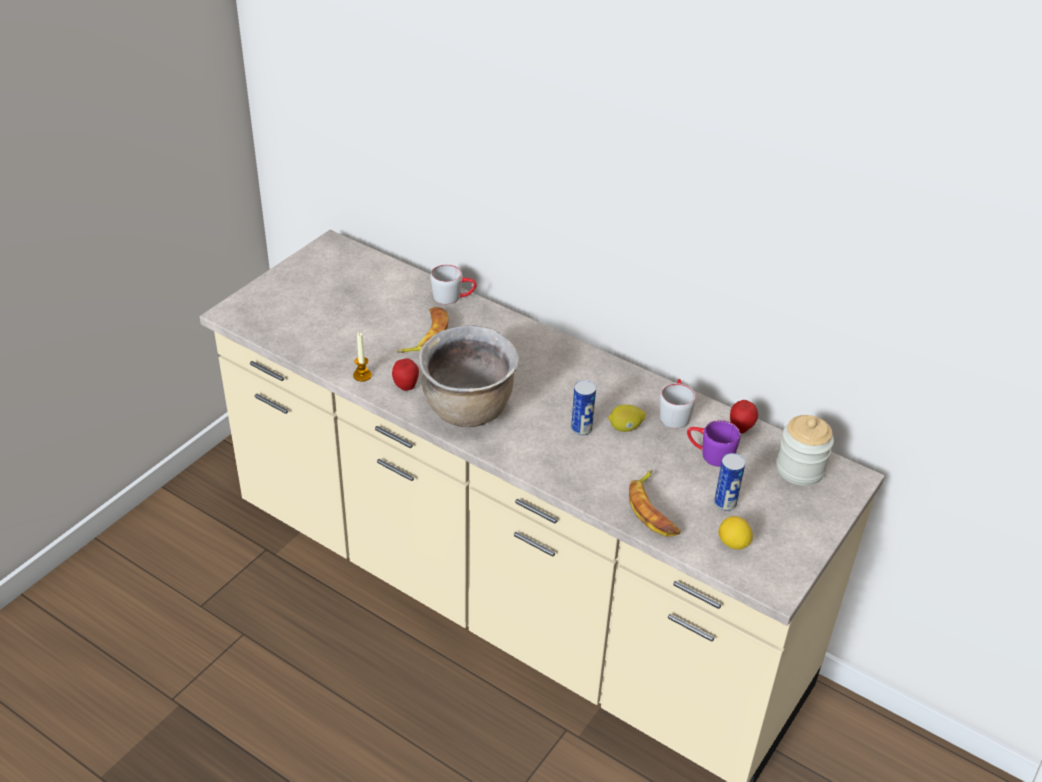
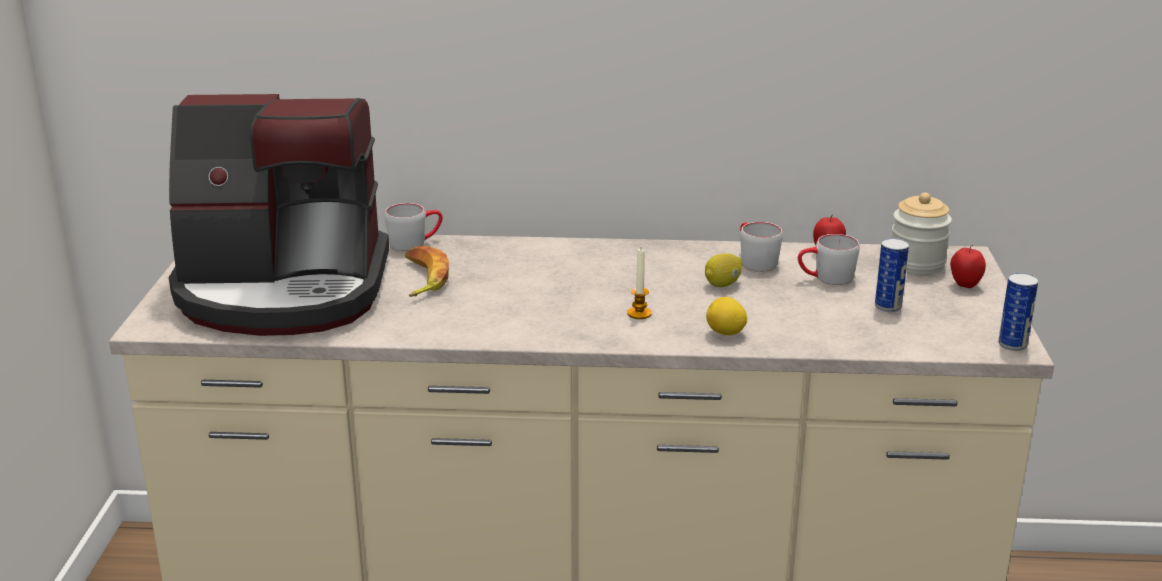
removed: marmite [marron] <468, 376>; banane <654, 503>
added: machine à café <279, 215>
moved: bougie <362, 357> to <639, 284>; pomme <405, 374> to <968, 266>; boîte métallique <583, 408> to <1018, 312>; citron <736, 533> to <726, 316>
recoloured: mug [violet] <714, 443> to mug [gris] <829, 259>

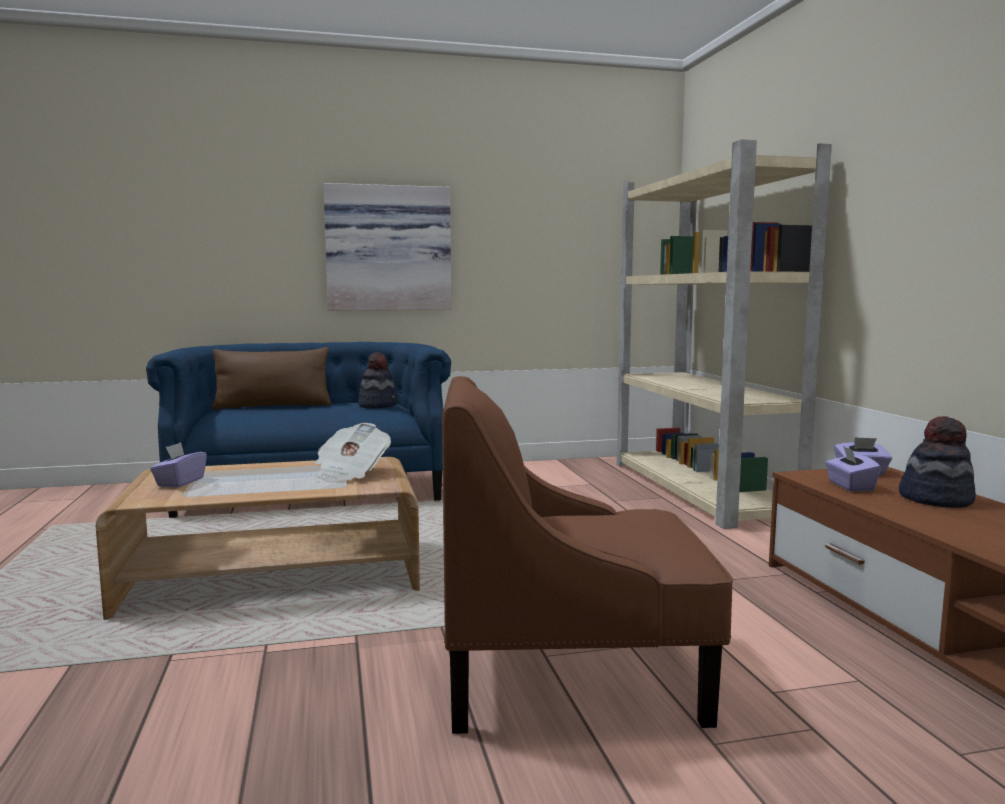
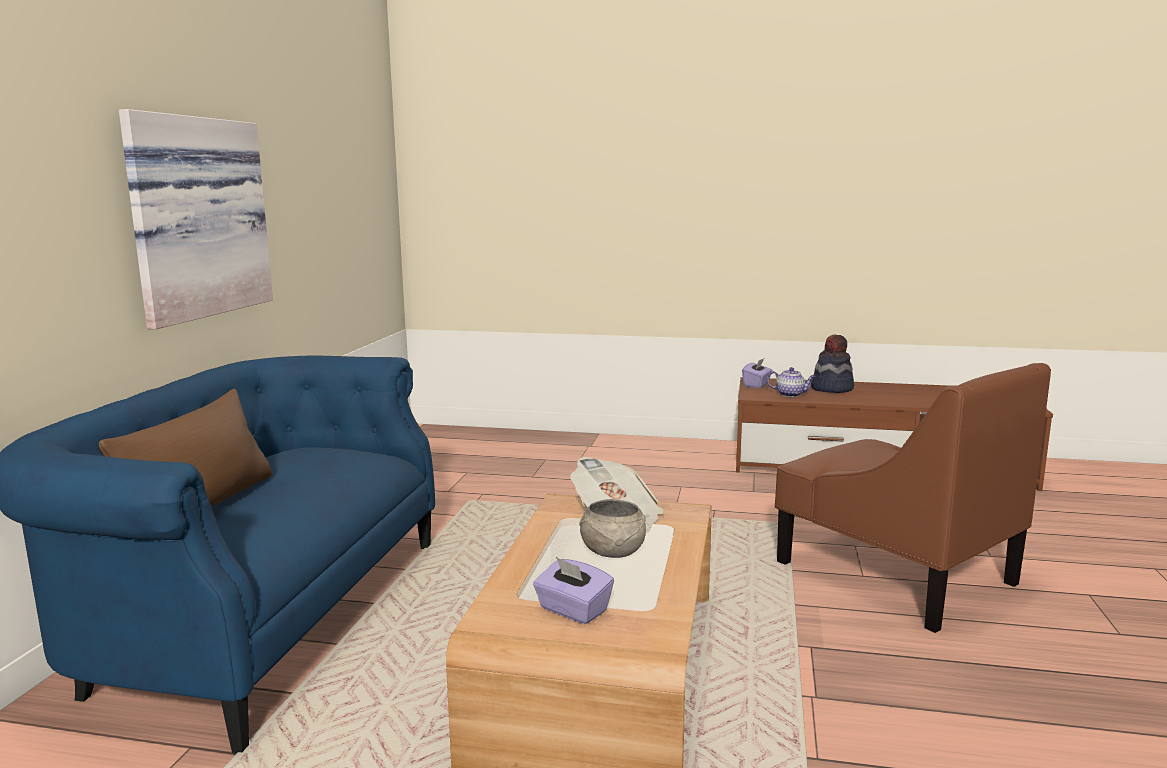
removed: chapeau <377, 380>; bibliothèque [beige] <724, 334>
added: bol [gris] <612, 528>
replaced: boîte à mouchoirs [violet] <853, 468> to théière <791, 382>
turned: fauteuil [marron] <587, 555> = <913, 498> 60 degrees counterclockwise

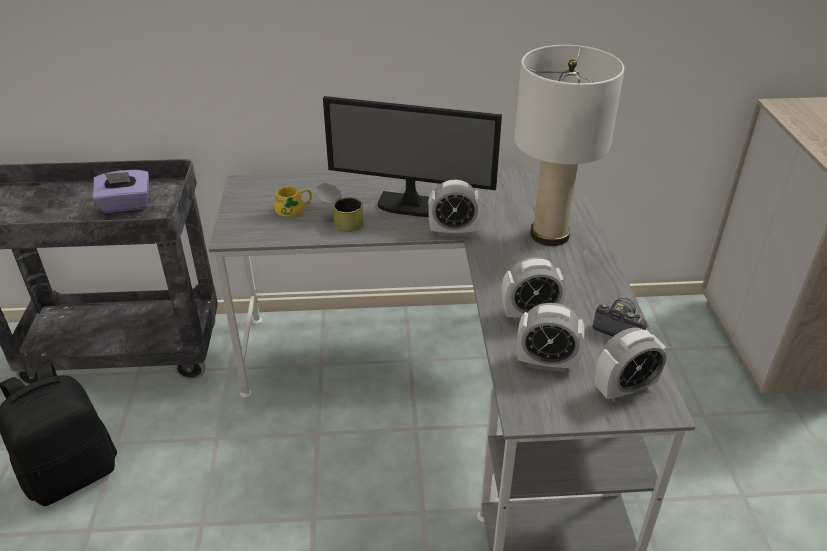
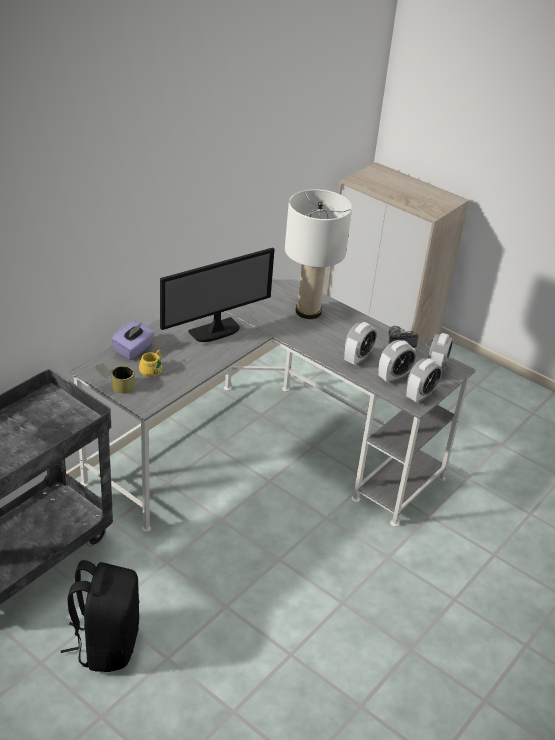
moved: boîte à mouchoirs [violet] <121, 191> to <133, 340>; boîte métallique <340, 207> to <115, 379>; réveil <454, 207> to <424, 380>

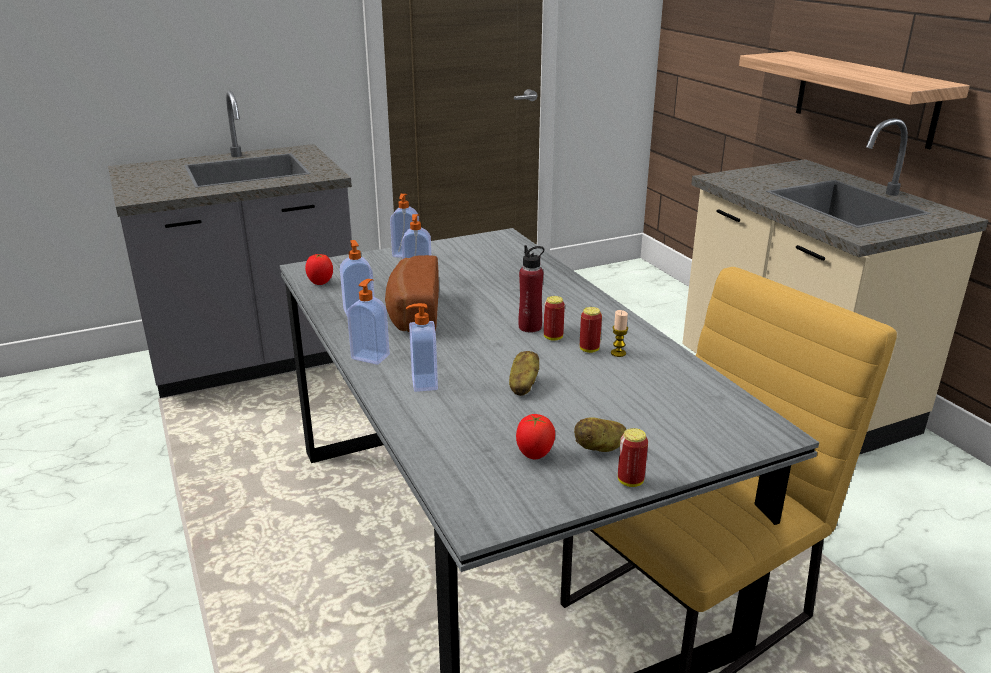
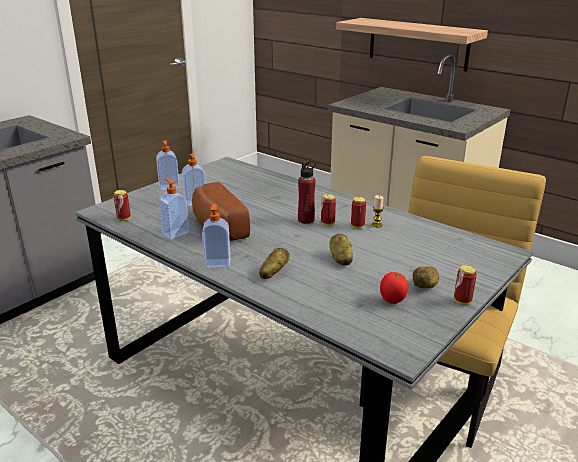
replaced: tomate <319, 269> to boîte métallique <122, 205>; distributeur de savon <422, 347> to pomme de terre <274, 263>

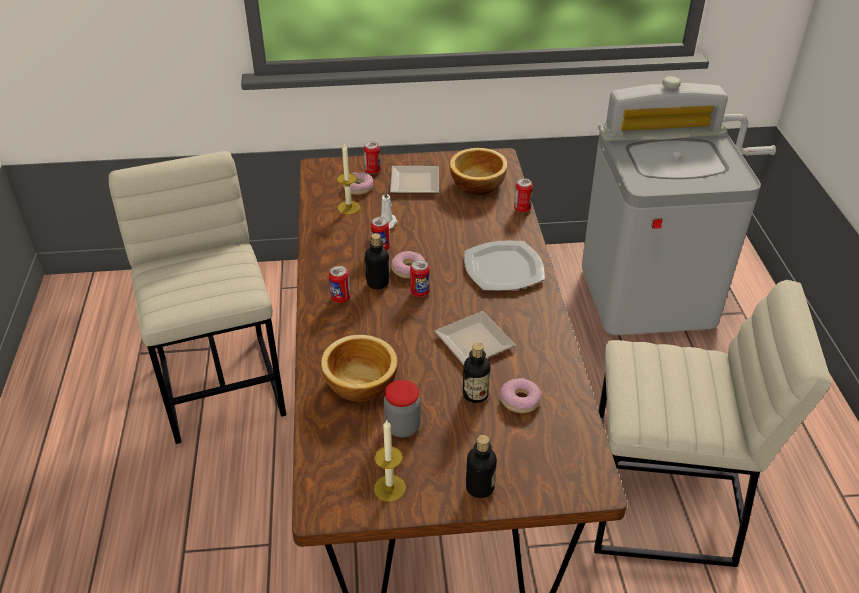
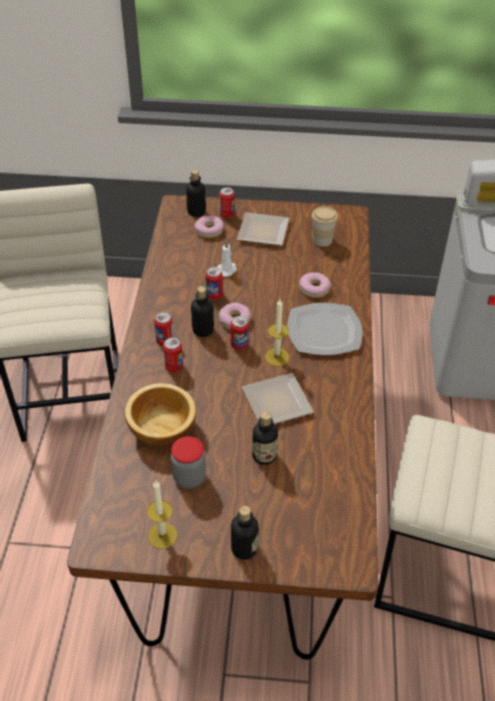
added: bouteille <196, 193>
moved: bougie <348, 179> to <277, 333>; beignet <521, 395> to <315, 285>; boîte métallique <523, 195> to <173, 354>
replaced: bol <479, 171> to tasse <324, 226>

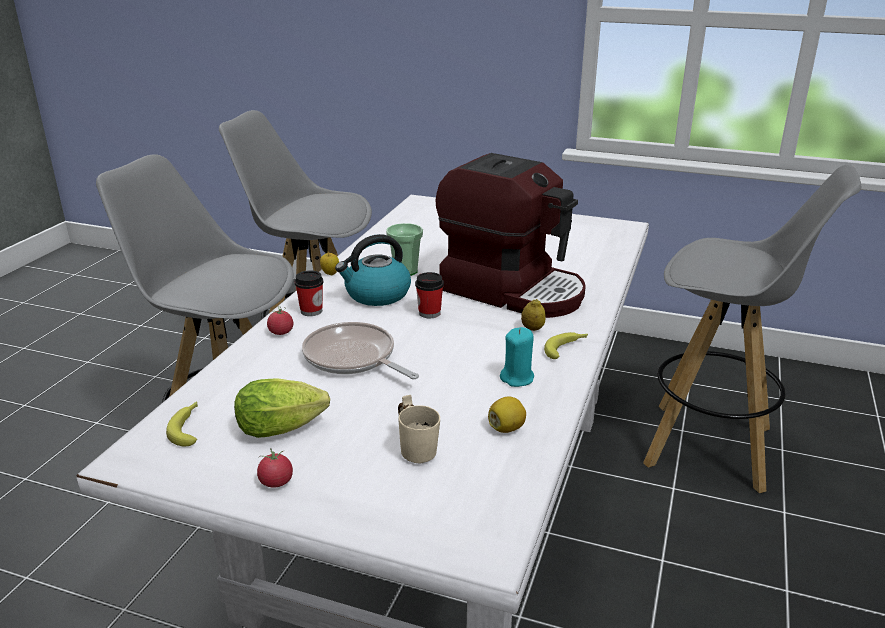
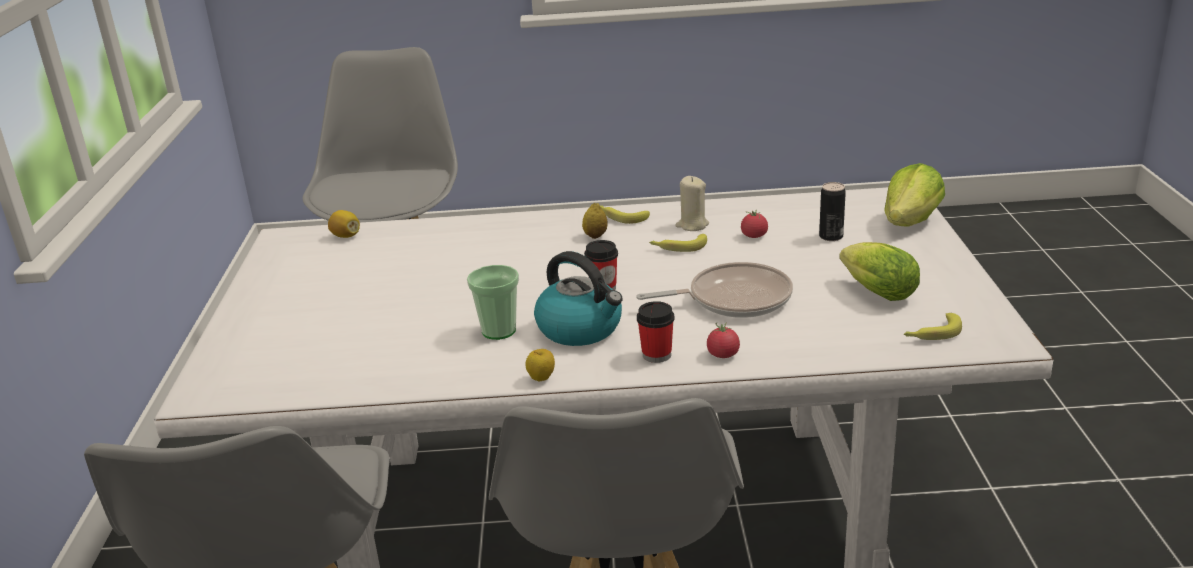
removed: machine à café <510, 235>
added: banane <678, 243>; laitue <914, 195>
moved: tomate <275, 467> to <754, 223>; citron <507, 414> to <344, 224>
replaced: mug [beige] <419, 429> to boîte métallique <832, 211>
recoloured: bougie [turquoise] <517, 357> to bougie [beige] <692, 203>
turned: poêle <360, 350> = <714, 290> 120 degrees counterclockwise

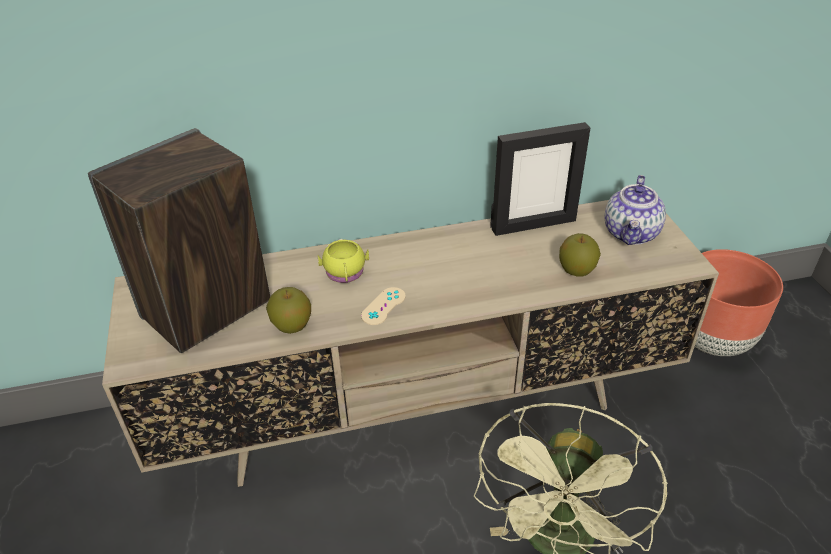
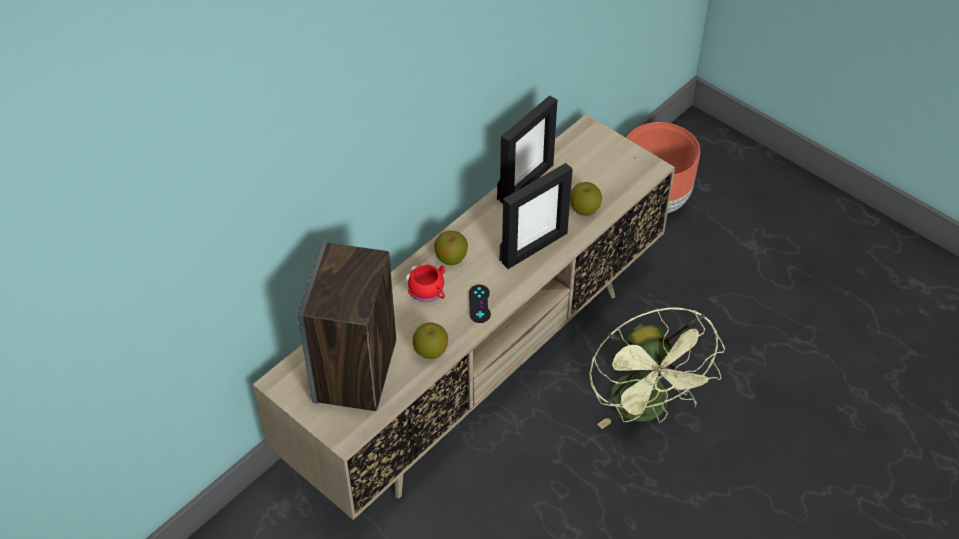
removed: théière <635, 210>
added: pomme <451, 248>; cadre photo <536, 216>
recoloured: mug [jaune] <343, 261> to mug [rouge] <425, 283>; manette [beige] <383, 306> to manette [noir] <480, 304>

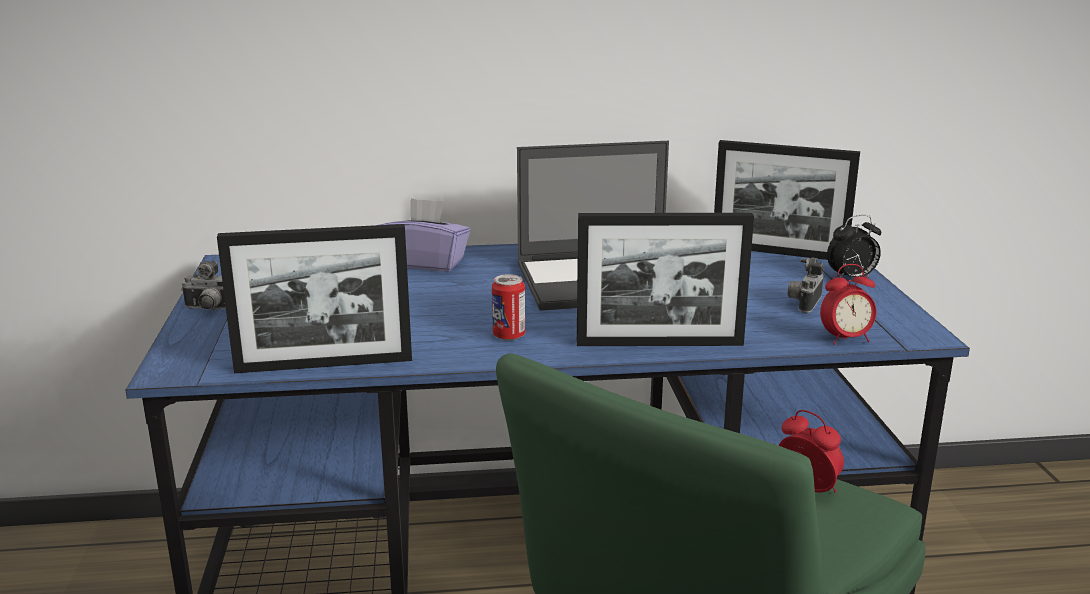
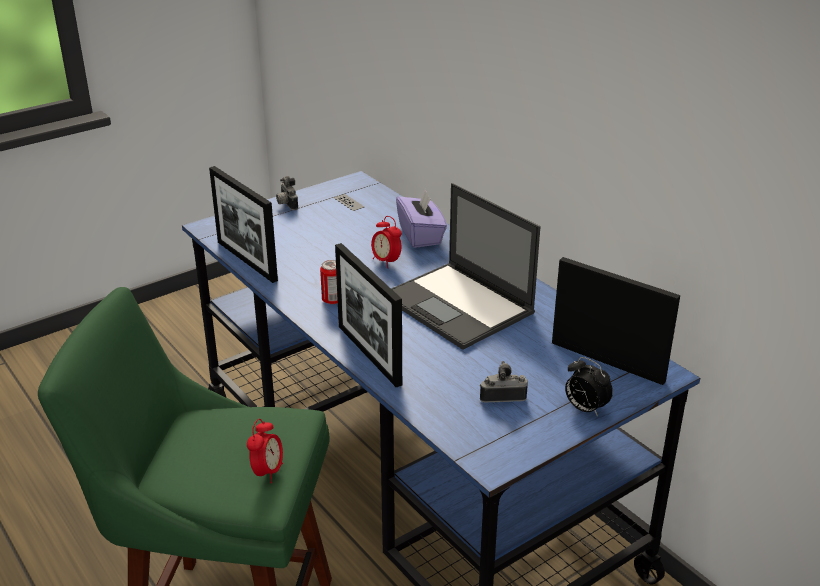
moved: réveil <848, 304> to <386, 242>
turned: cadre photo <787, 200> = <616, 321> 135 degrees clockwise

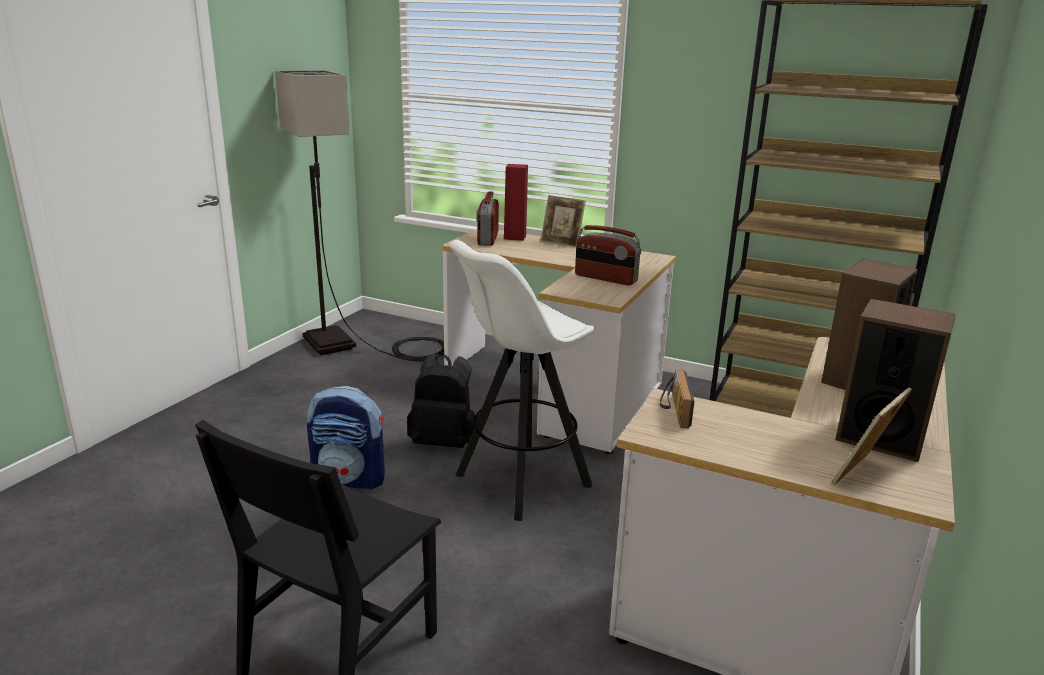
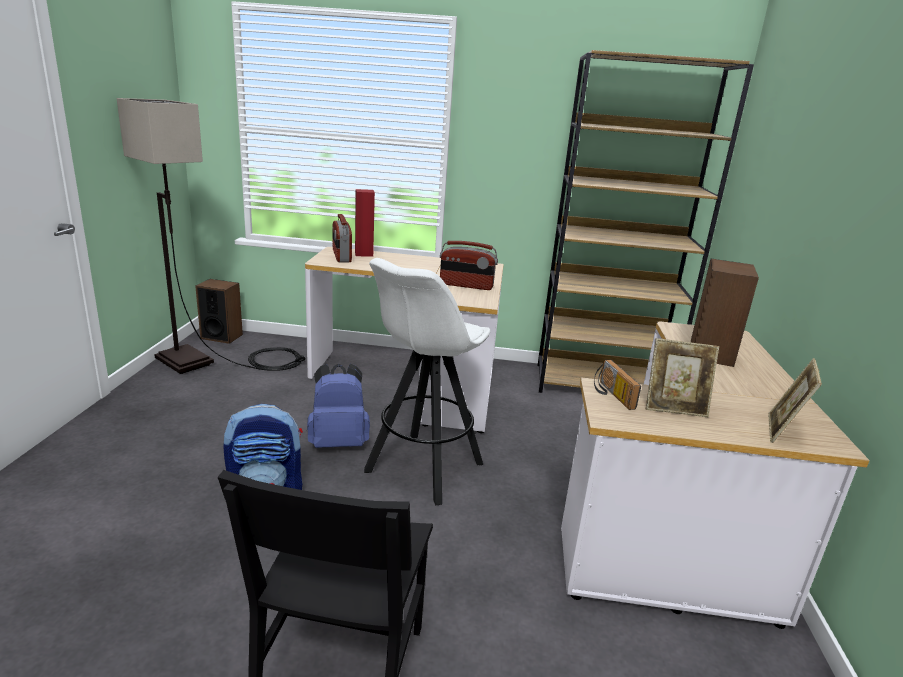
moved: cadre photo <563, 221> to <682, 377>; enceinte <895, 380> to <219, 311>
recoloured: sac à dos [noir] <441, 401> to sac à dos [bleu] <338, 406>

